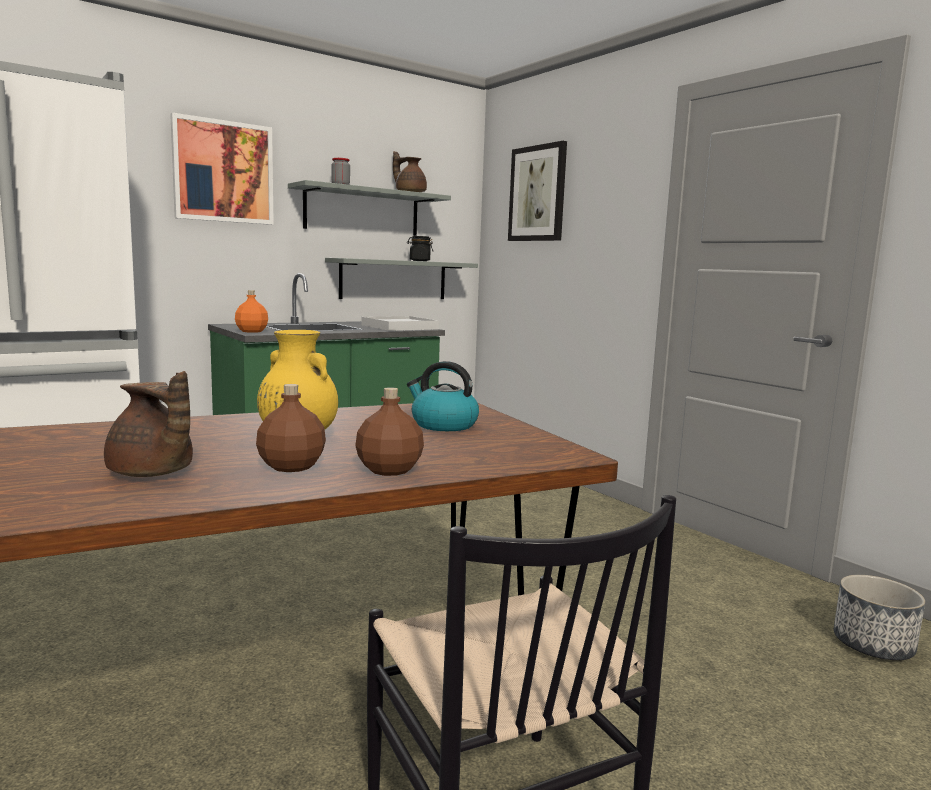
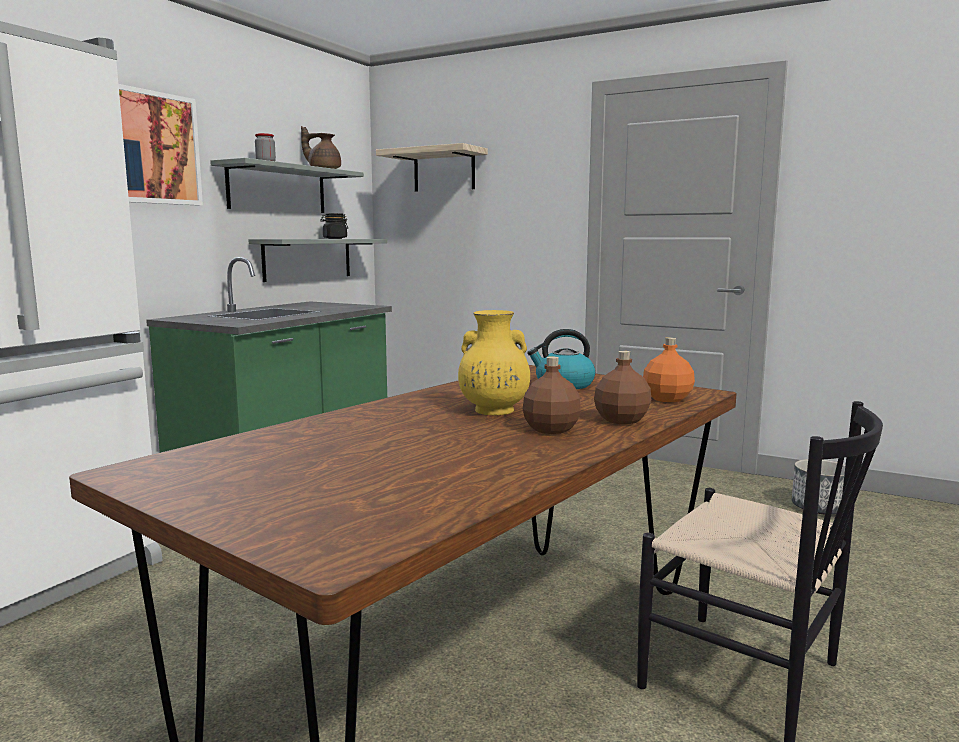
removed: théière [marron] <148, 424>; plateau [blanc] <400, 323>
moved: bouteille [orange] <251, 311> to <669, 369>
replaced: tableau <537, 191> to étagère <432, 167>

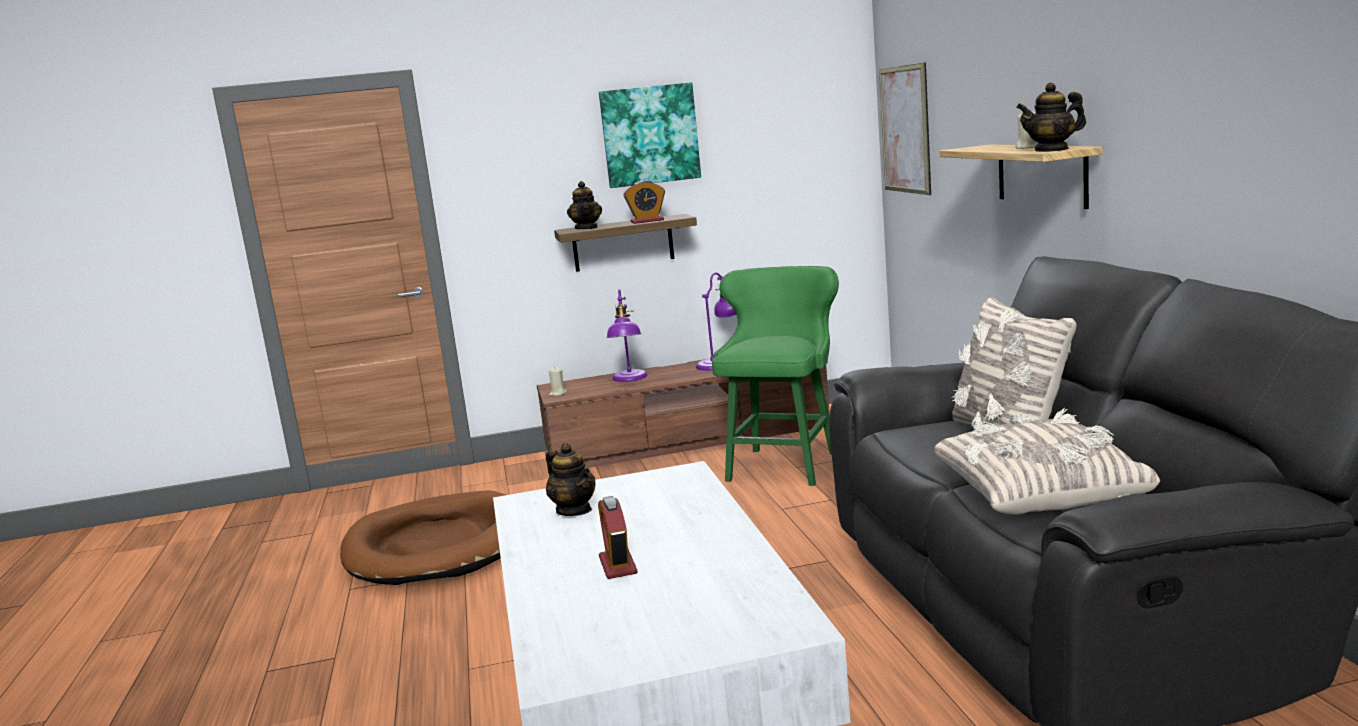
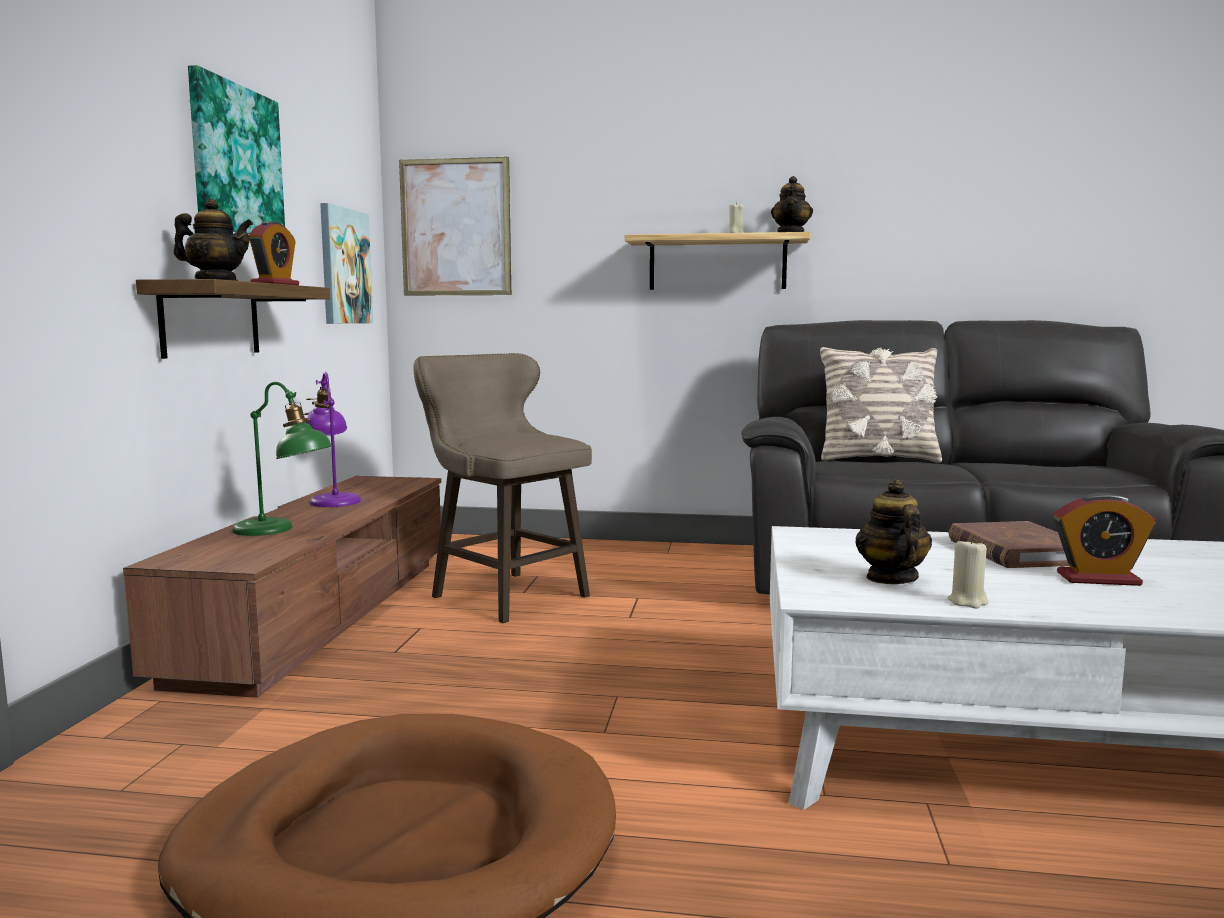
removed: coussin [beige] <1047, 461>
added: tableau <346, 263>; livre [marron] <1009, 544>
moved: bougie [beige] <558, 381> to <968, 573>
recoloured: lampe de table [violet] <627, 335> to lampe de table [vert] <282, 459>; tabouret [vert] <775, 376> to tabouret [beige] <502, 488>
turned: théière <571, 479> = <894, 531> 75 degrees counterclockwise

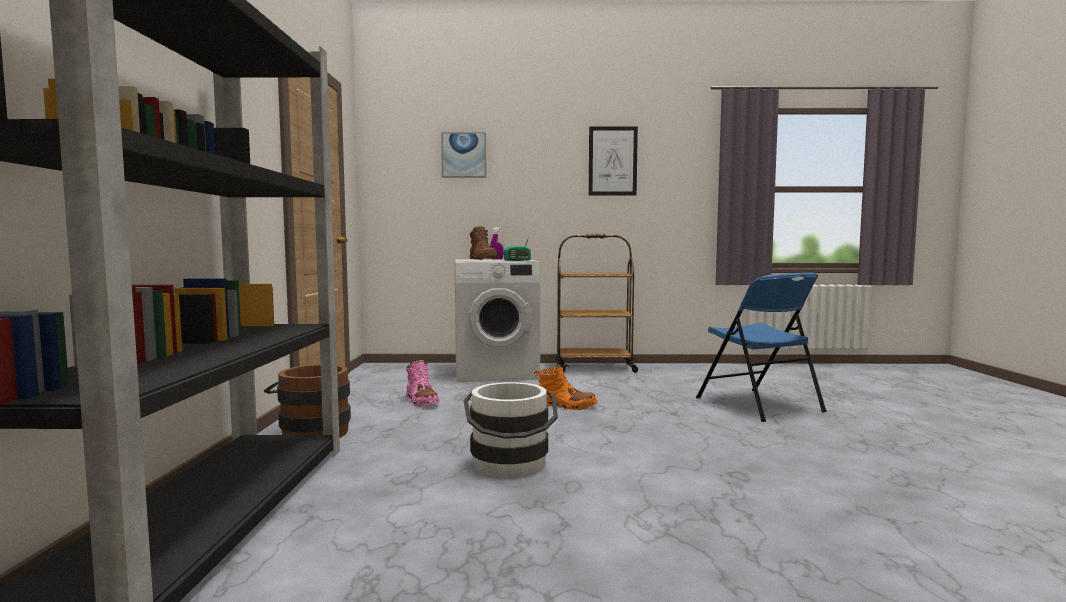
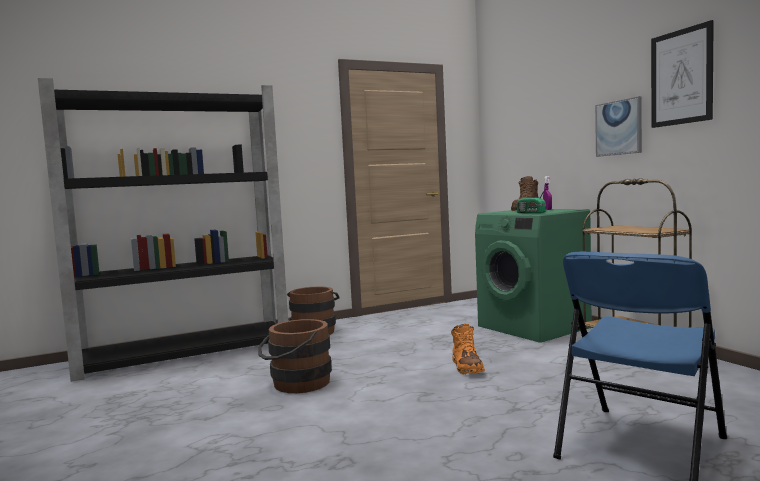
removed: botte [rose] <423, 383>
moved: tableau <463, 155> to <618, 126>
recoloured: lave-linge [blanc] <497, 320> to lave-linge [vert] <533, 276>; seau [blanc] <511, 430> to seau [marron] <295, 356>

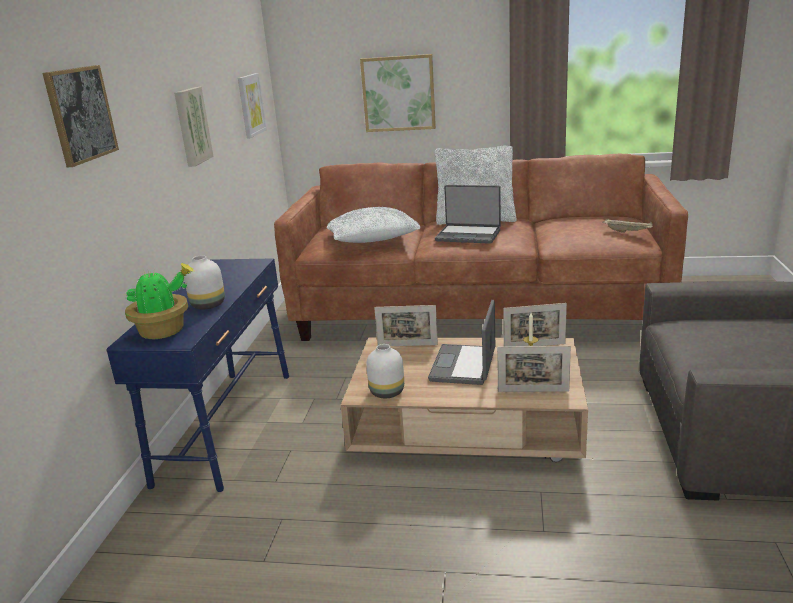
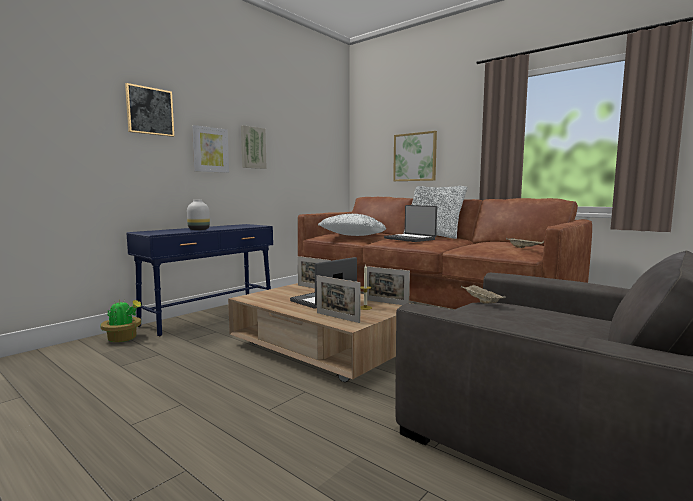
removed: vase [blanc] <385, 371>
added: plateau [beige] <483, 294>
moved: plante en pot <159, 301> to <120, 321>; tableau <252, 106> to <210, 149>

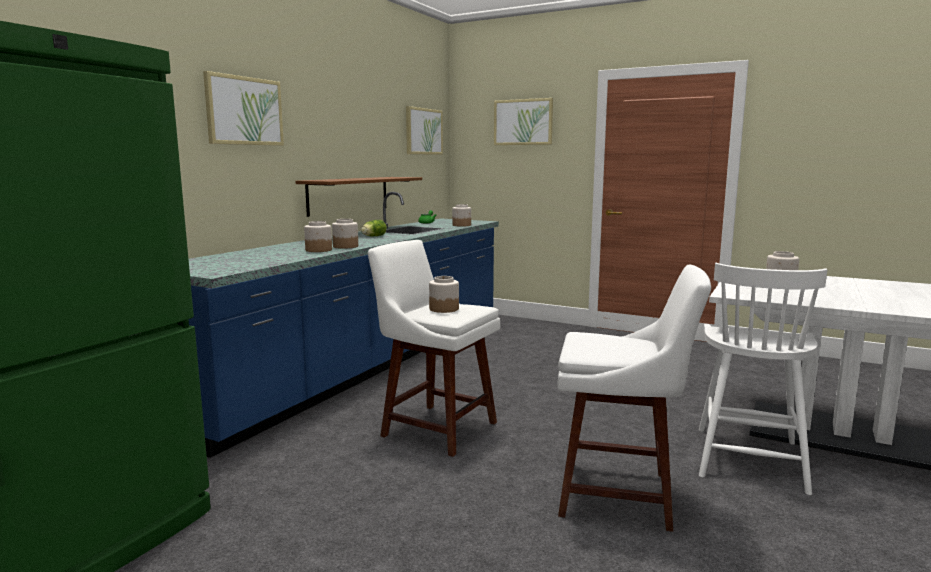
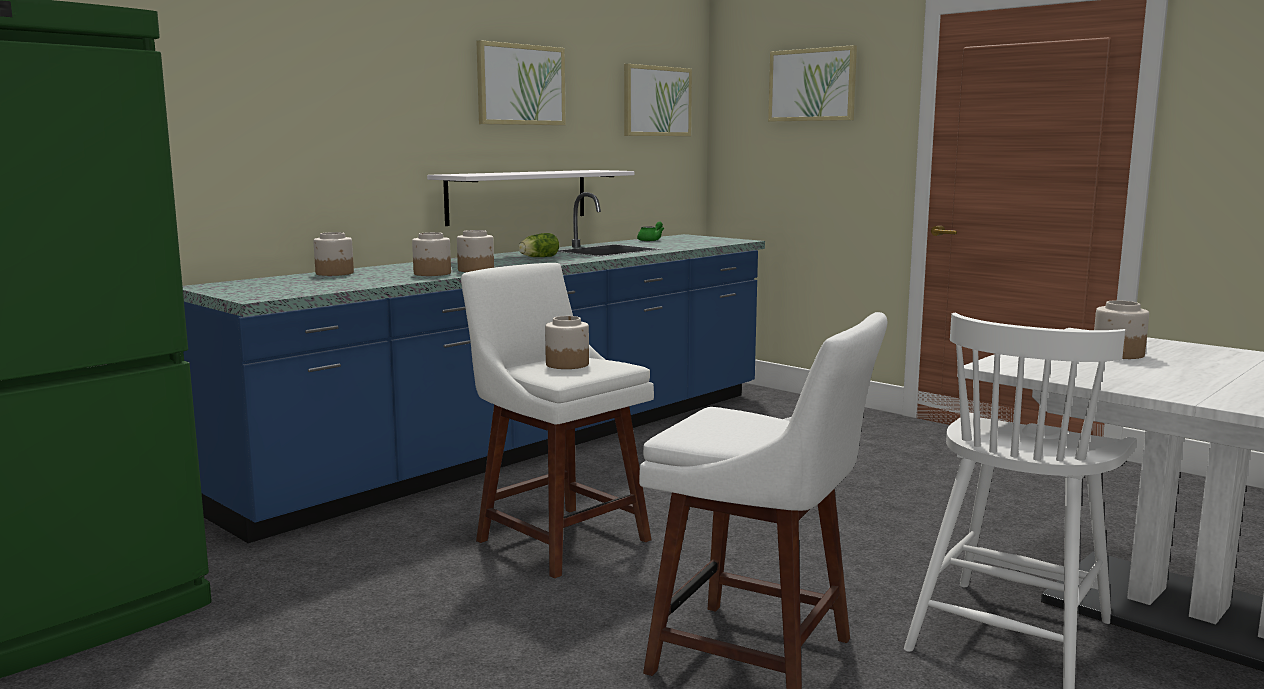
moved: tableau <243, 108> to <521, 82>; bocal <461, 215> to <334, 254>
recoloured: étagère [marron] <358, 197> to étagère [blanc] <530, 198>

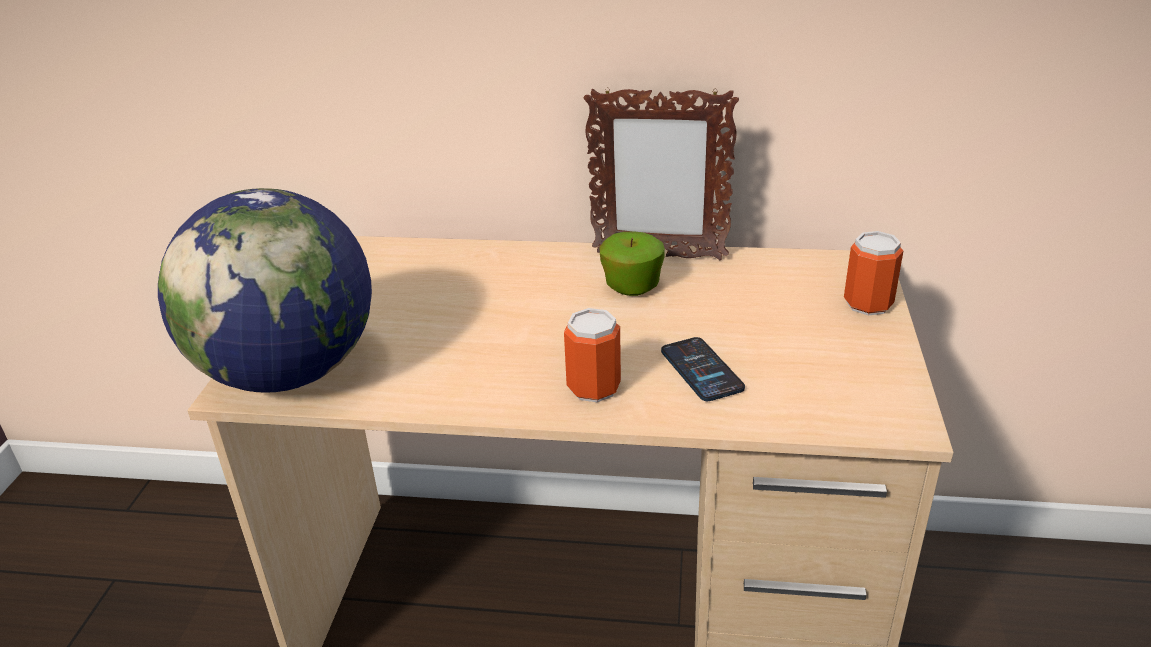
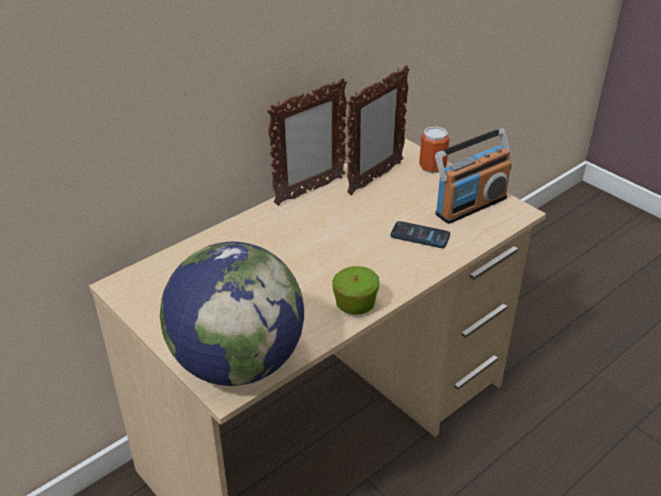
removed: boîte métallique <592, 355>
added: cadre photo <378, 130>; radio <473, 176>
moved: pomme <632, 263> to <356, 290>

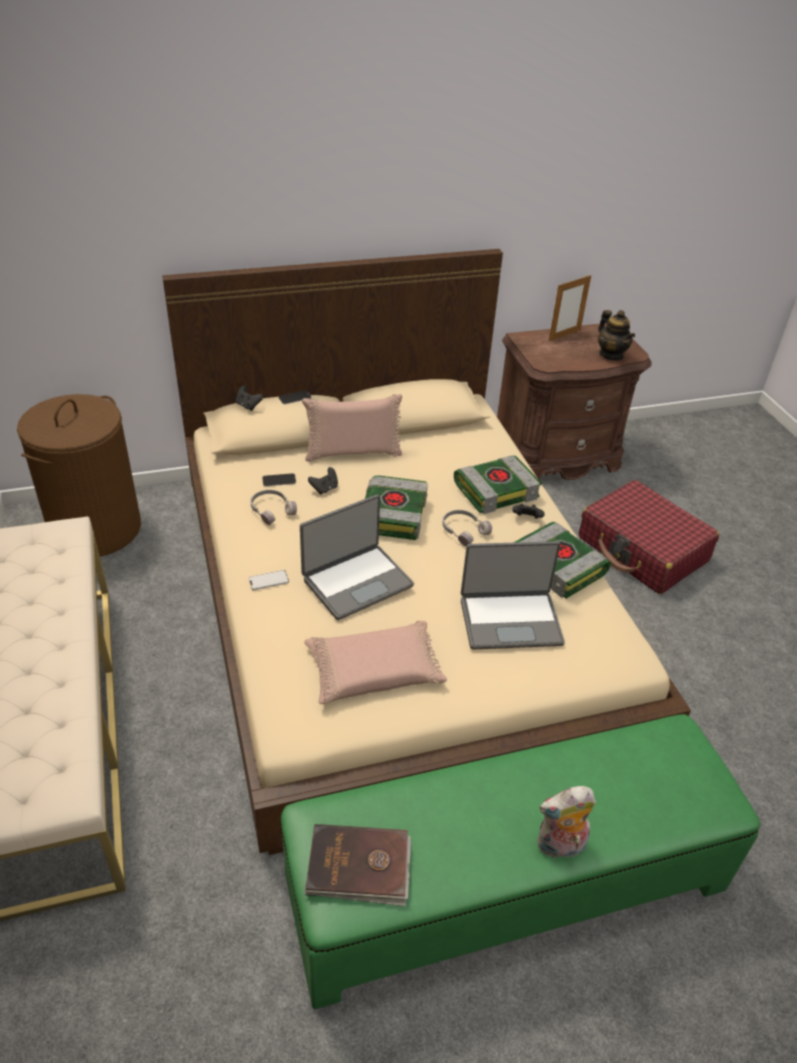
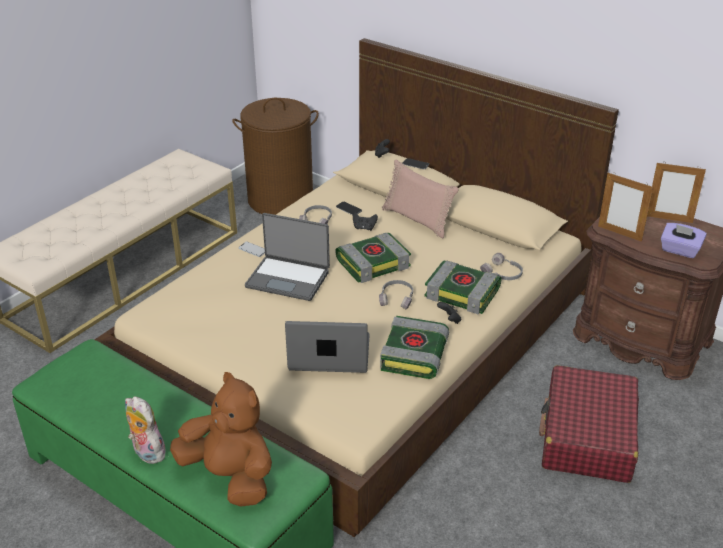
removed: coussin [beige] <375, 662>; livre [marron] <357, 865>
added: peluche [marron] <221, 439>; casque audio [gris] <501, 266>; cadre photo <625, 207>
replaced: théière <616, 335> to boîte à mouchoirs [violet] <684, 240>
turned: ordinateur portable <513, 595> = <327, 347> 135 degrees clockwise

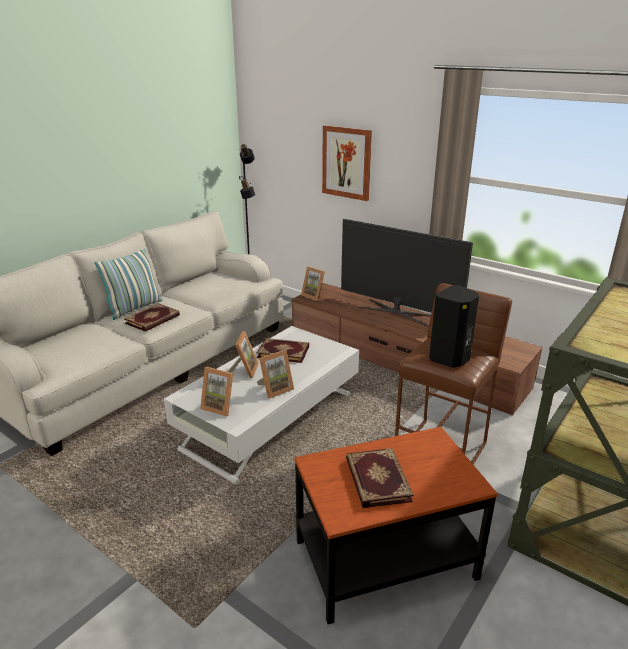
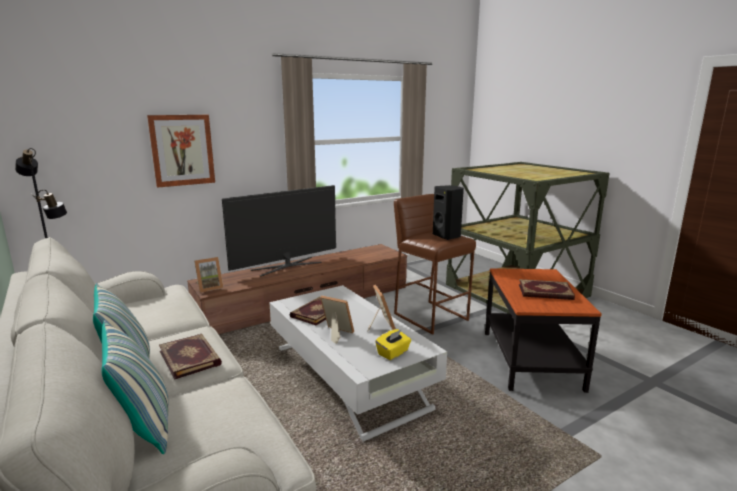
added: coussin <135, 387>
replaced: cadre photo <216, 392> to boîte à mouchoirs [jaune] <393, 344>

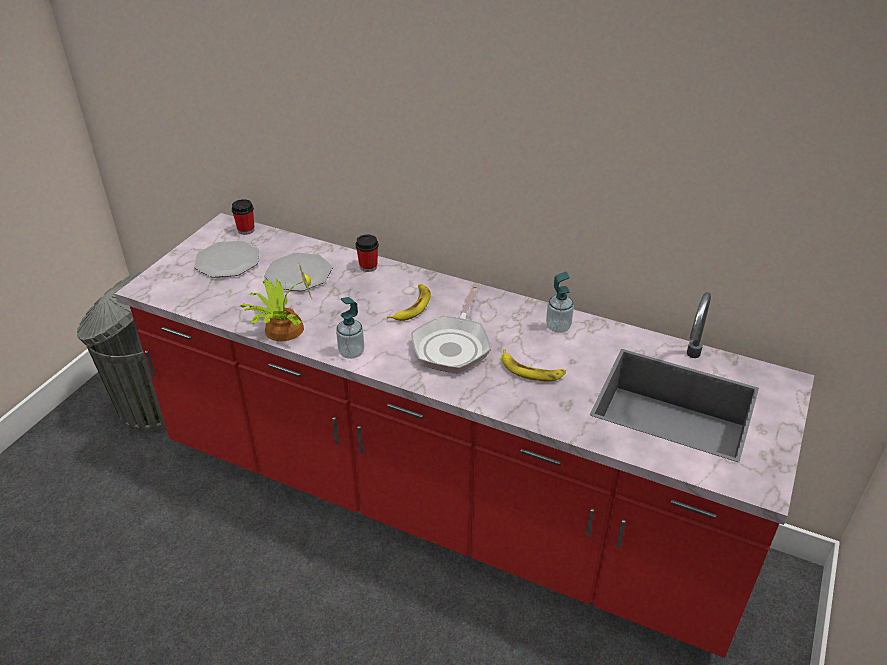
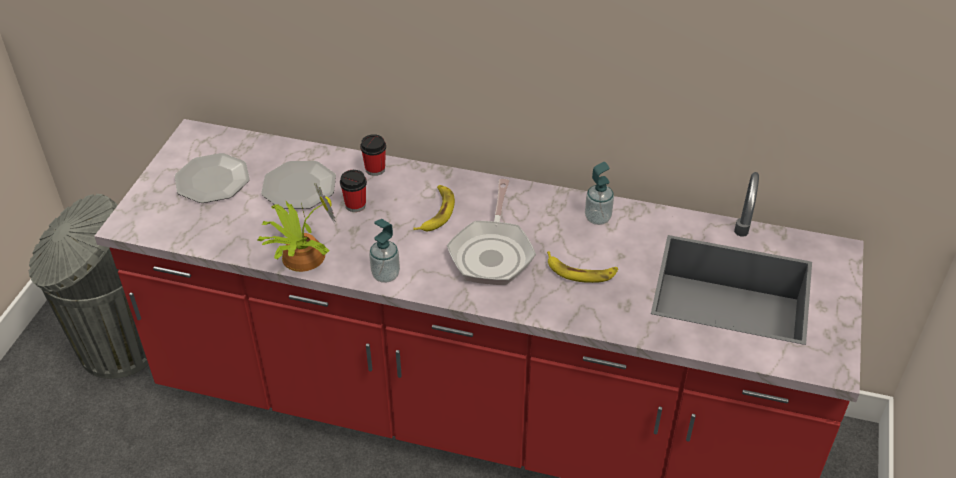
moved: tasse <243, 217> to <353, 191>

